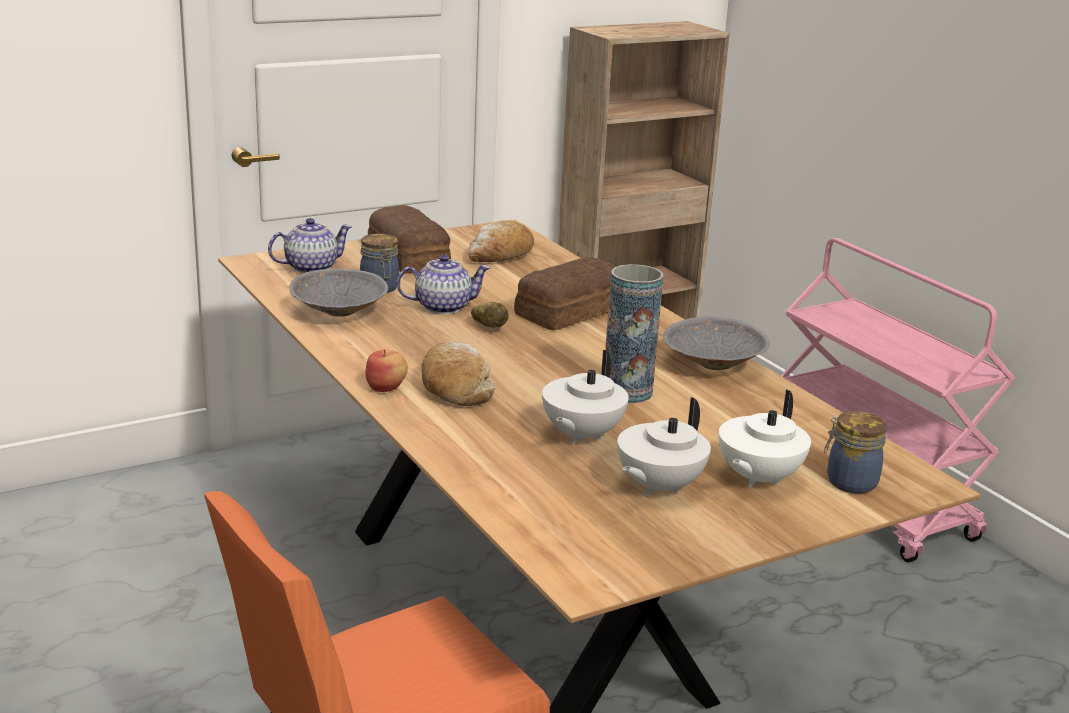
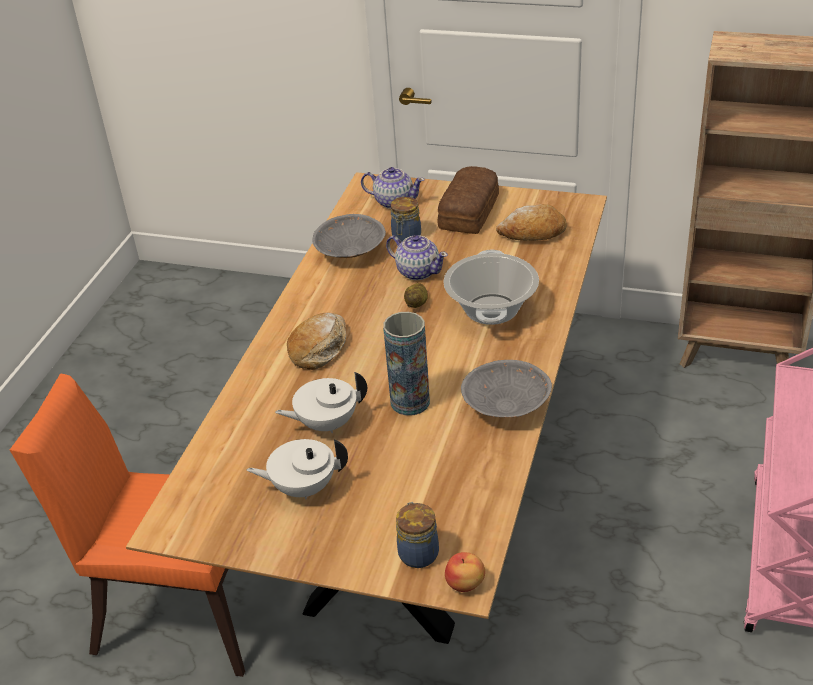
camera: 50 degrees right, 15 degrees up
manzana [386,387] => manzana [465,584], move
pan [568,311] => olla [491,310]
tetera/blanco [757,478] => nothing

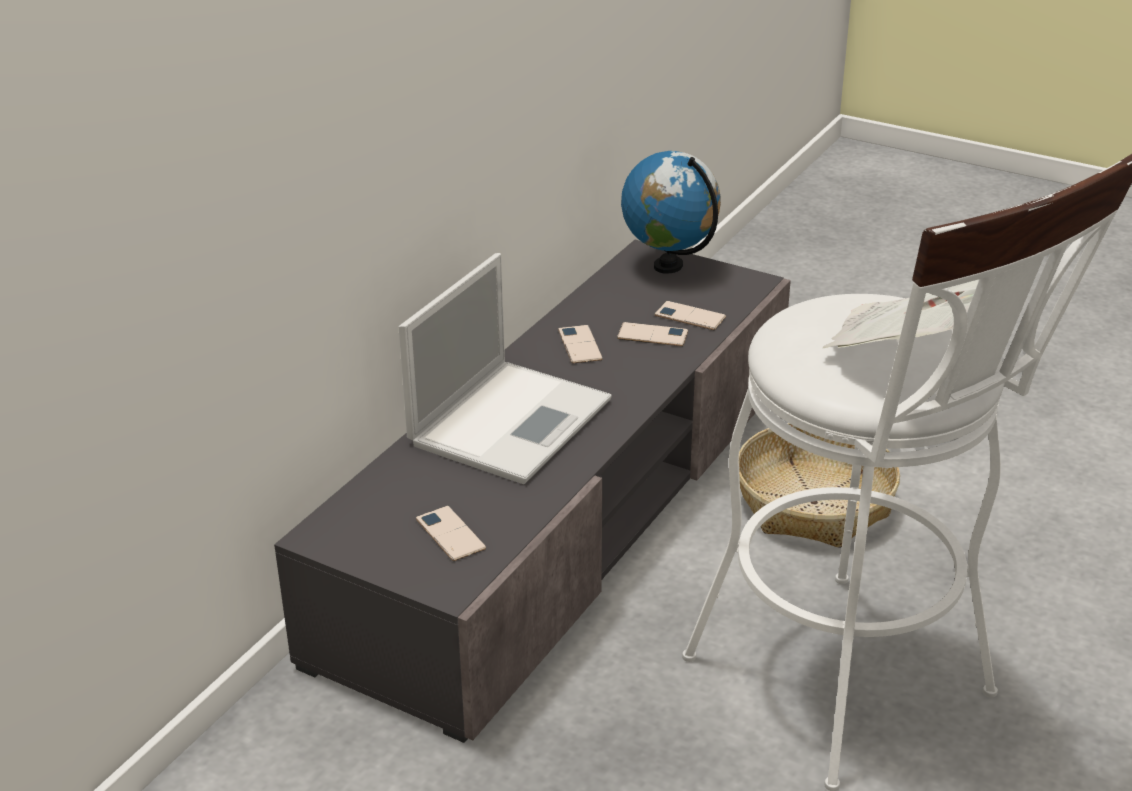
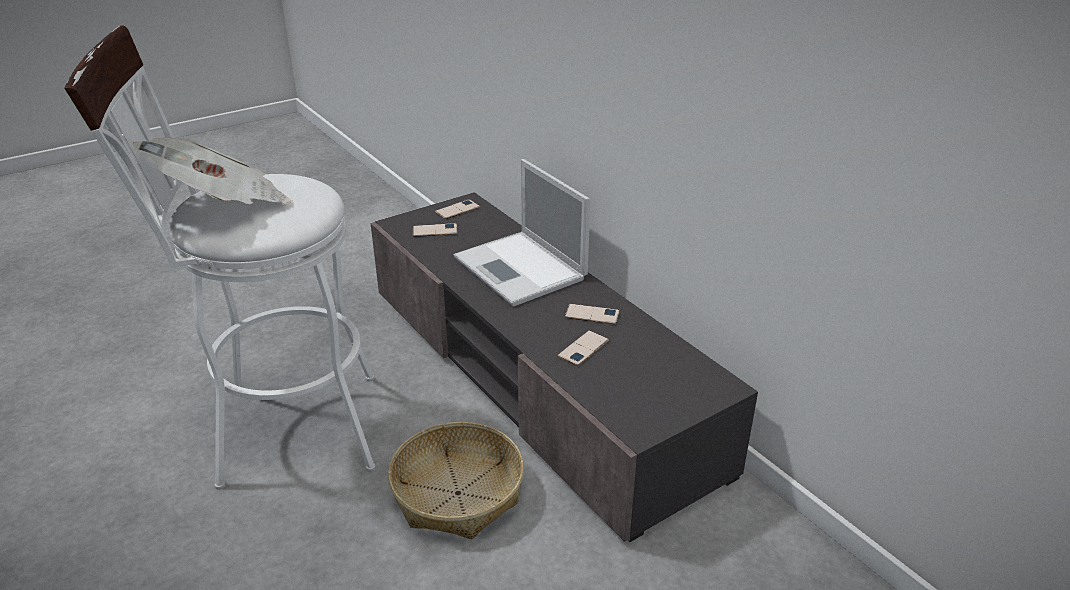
camera: 115 degrees right, 0 degrees up
globo terráqueo [669,266] => nothing
móvil [690,316] => móvil [457,209], move

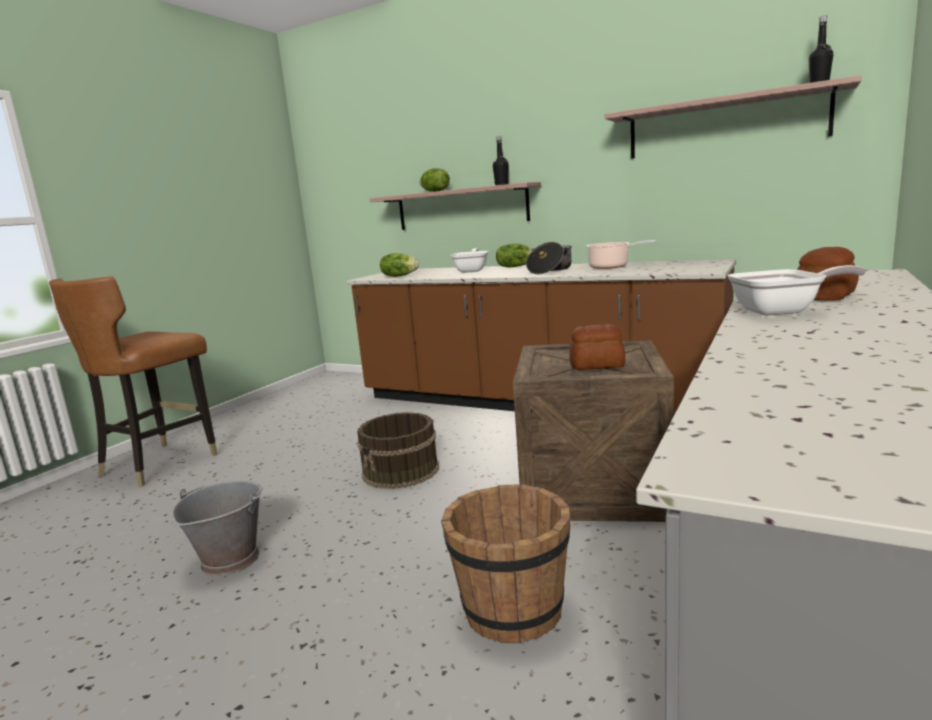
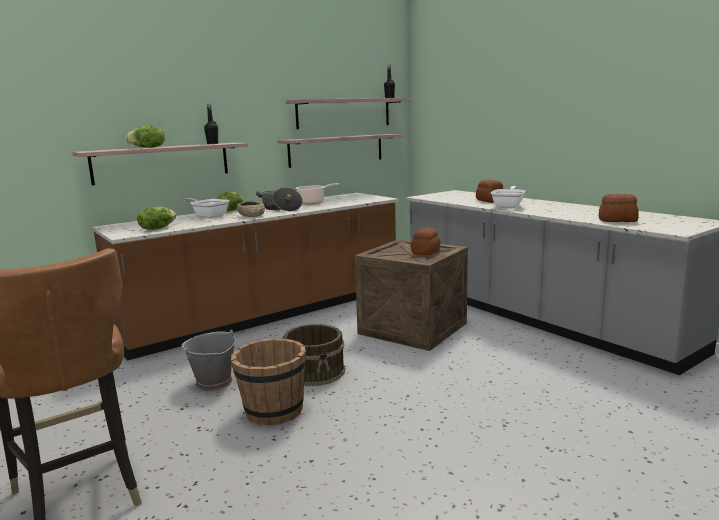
camera: 65 degrees left, 0 degrees up
cubo/gris [230,559] => cubo/gris [213,383], move
cubo/marrón [512,610] => cubo/marrón [273,411], move
nothing => cuenco/beis [252,215]
nothing => estante [336,150]
nothing => pan [617,220]

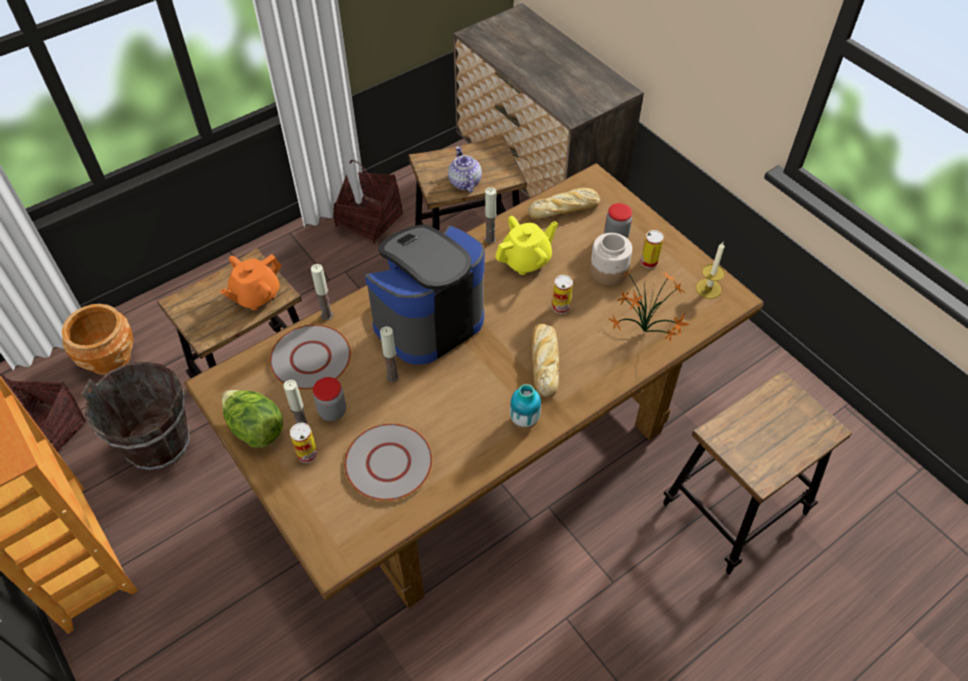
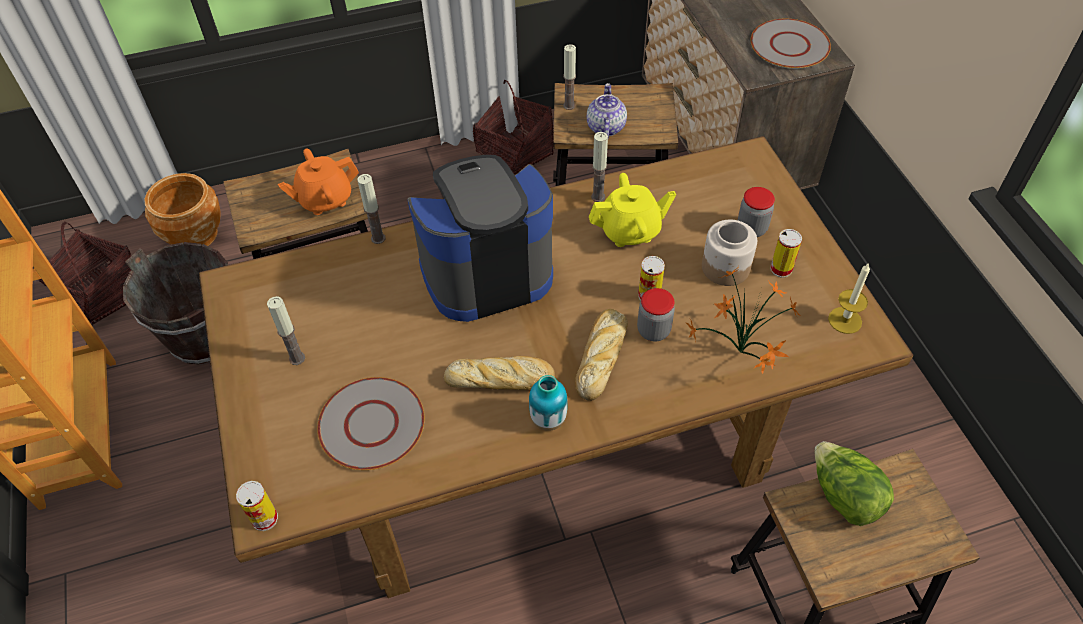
camera: 20 degrees right, 0 degrees up
lechuga [255,429] => lechuga [843,496], move
plato/gris [310,358] => plato/gris [789,46], move
lata [307,454] => lata [264,518], move
tarro [332,411] => tarro [653,330], move
vela [392,376] => vela [569,105], move
pan [565,209] => pan [502,379], move

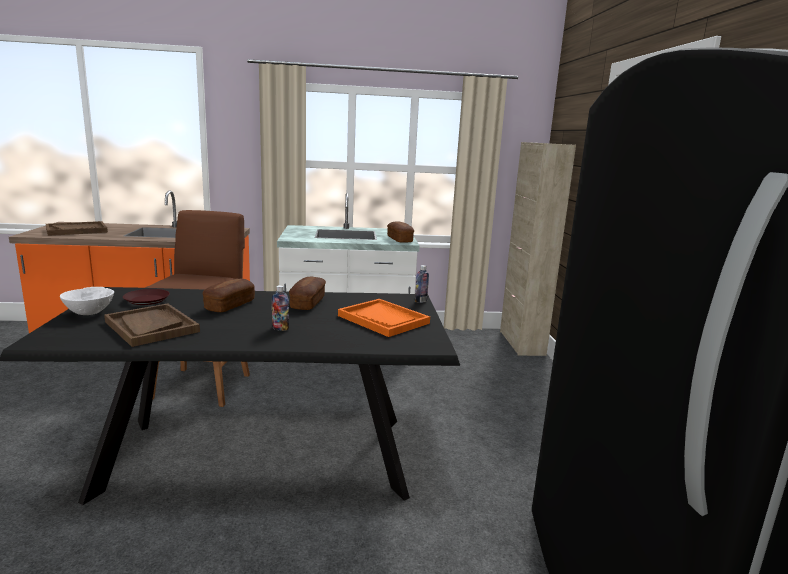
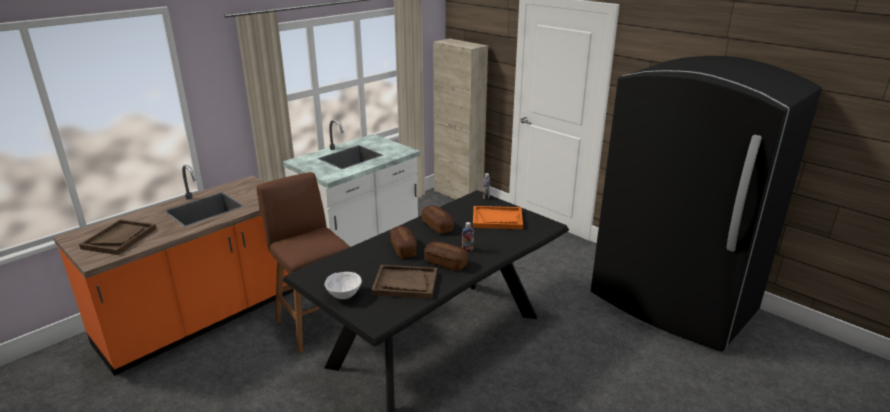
camera: 40 degrees left, 10 degrees up
plato/marrón [147,300] => nothing
pan [399,239] => pan [445,263], move

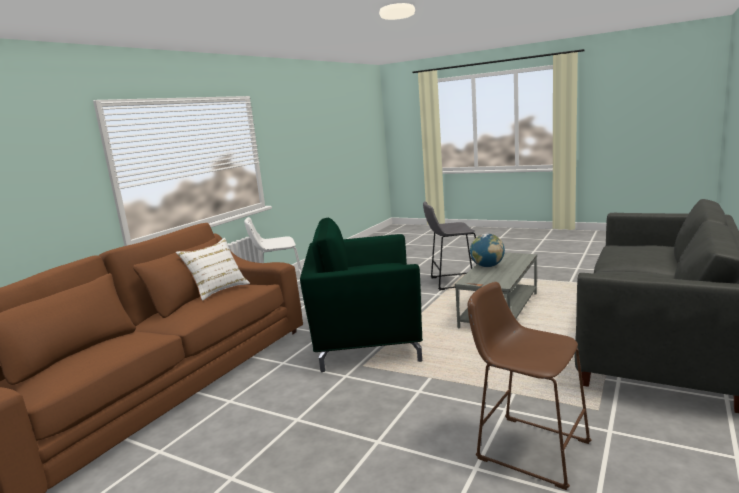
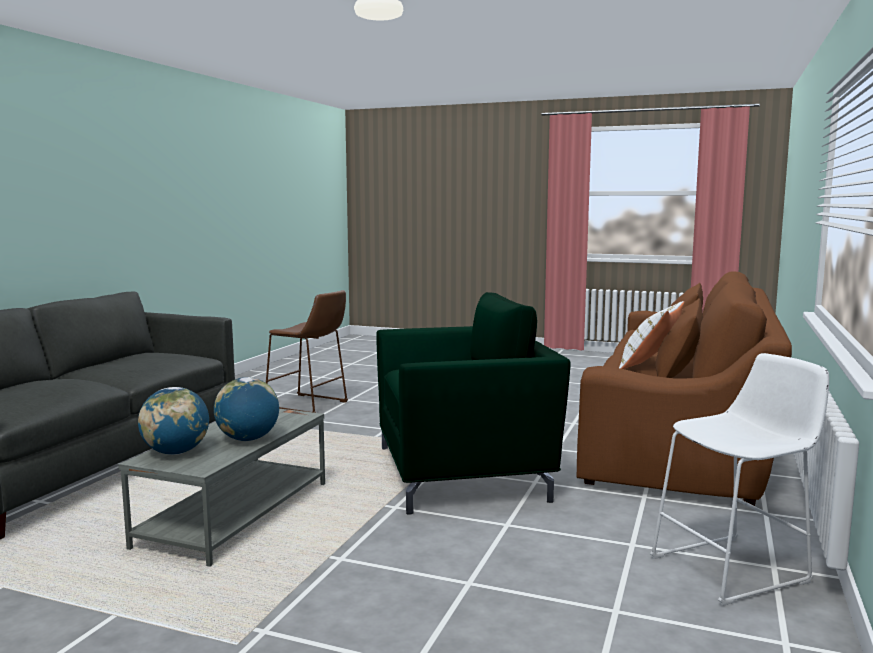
camera: 170 degrees right, 5 degrees down
taburete/gris [453,282] => nothing
nothing => globo terráqueo [176,452]

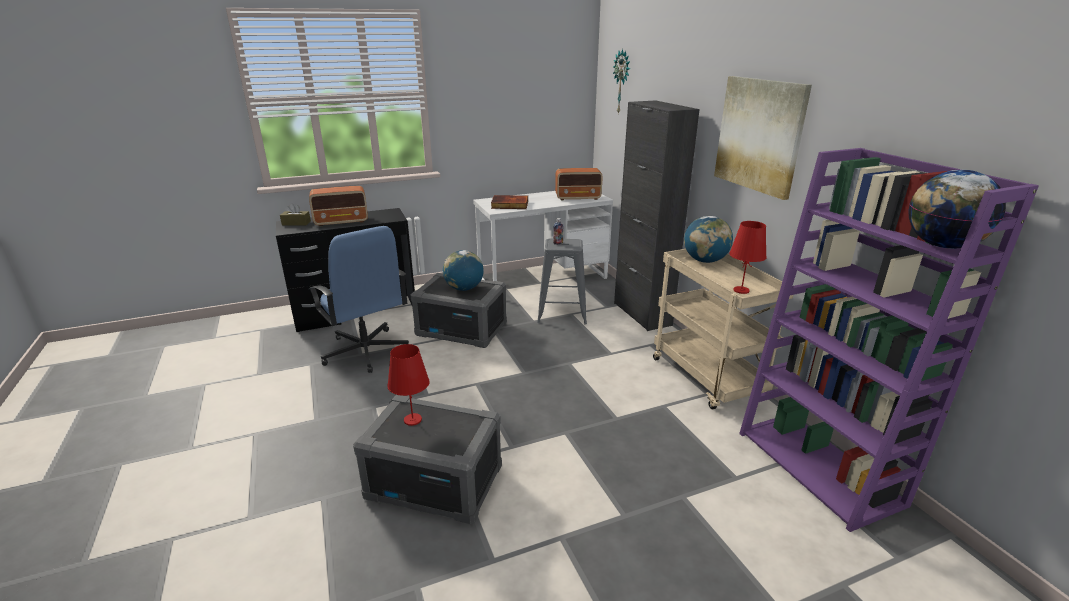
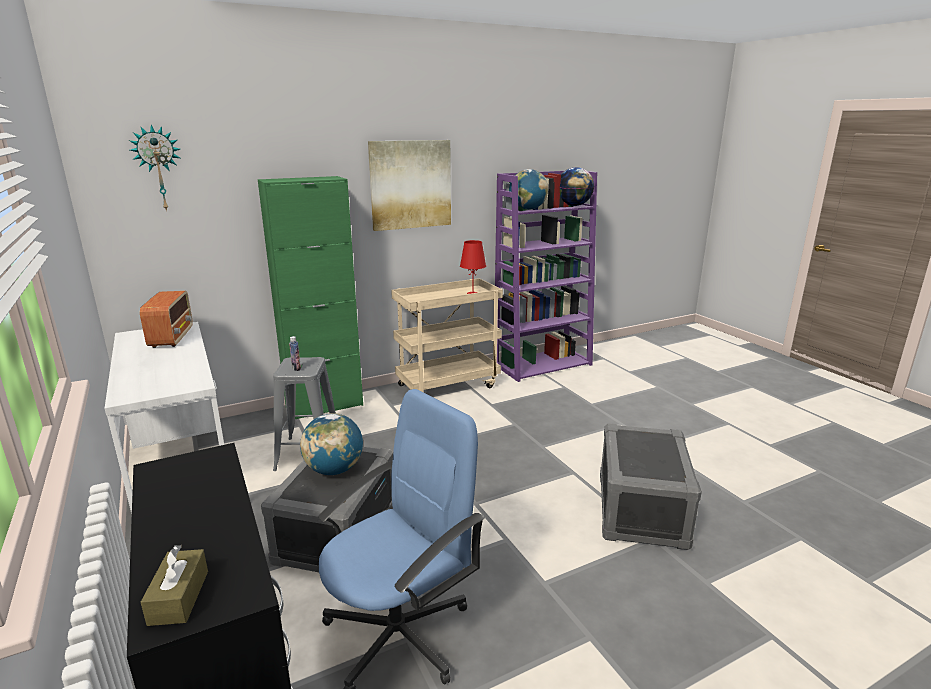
camera: 95 degrees left, 5 degrees down
radio [342,221] => nothing
lámpara de mesa/rojo [412,419] => nothing
libro [509,205] => nothing
armario/negro [642,314] => armario/verde [324,406]
globo terráqueo [705,261] => globo terráqueo [527,209], move

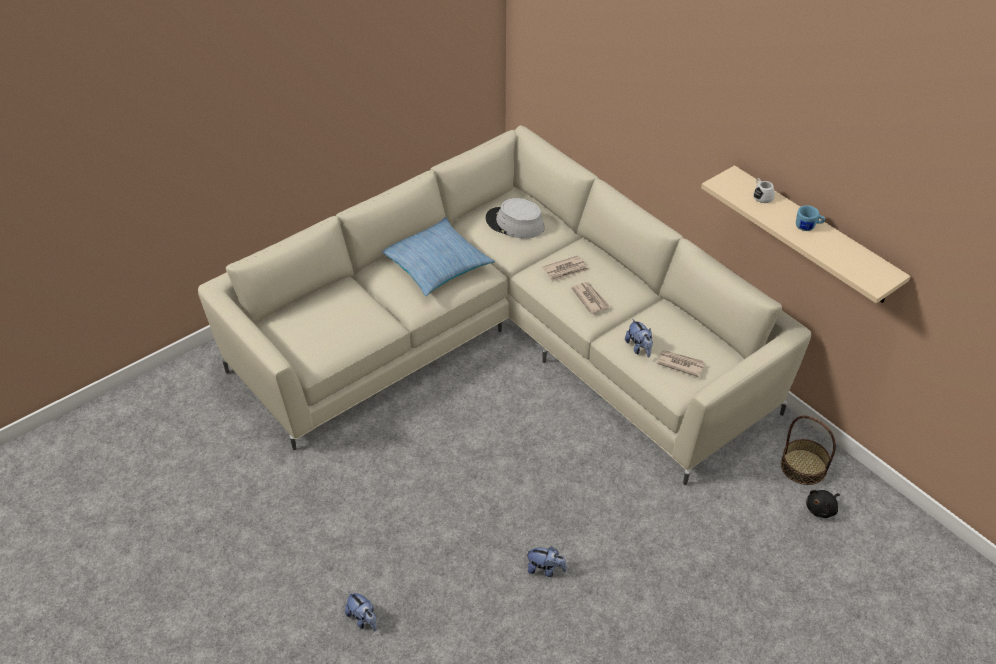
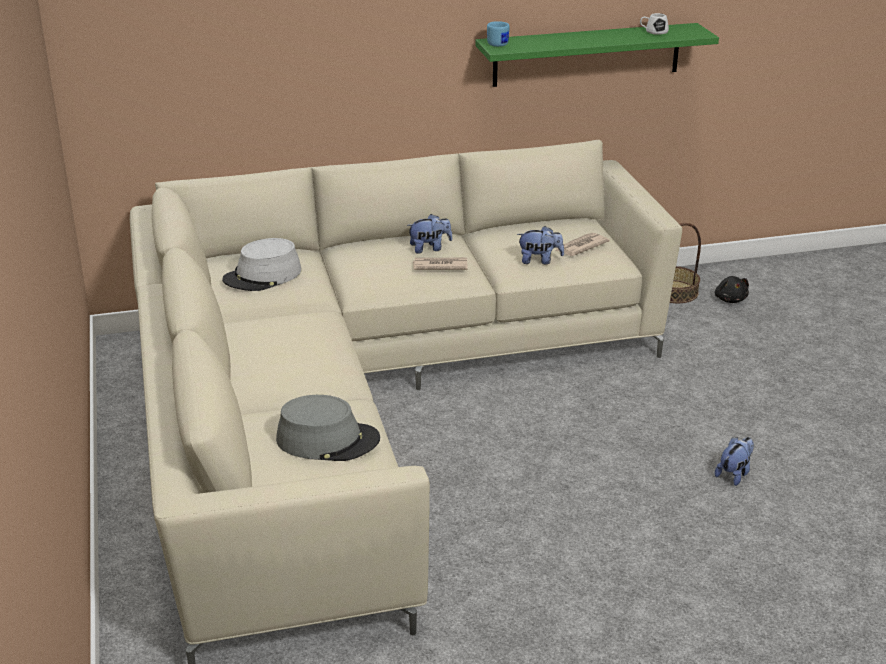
camera: 65 degrees left, 15 degrees down
peluche [363,619] => peluche [429,248], move
cojín [436,264] => nothing
periódico [566,270] => nothing
estante/beis [813,235] => estante/verde [587,54]
taza grande/blanco [761,195] => taza grande/blanco [653,32], move
taza grande/azul [808,227] => taza grande/azul [500,44], move
nothing => sombrero/gris [328,440]

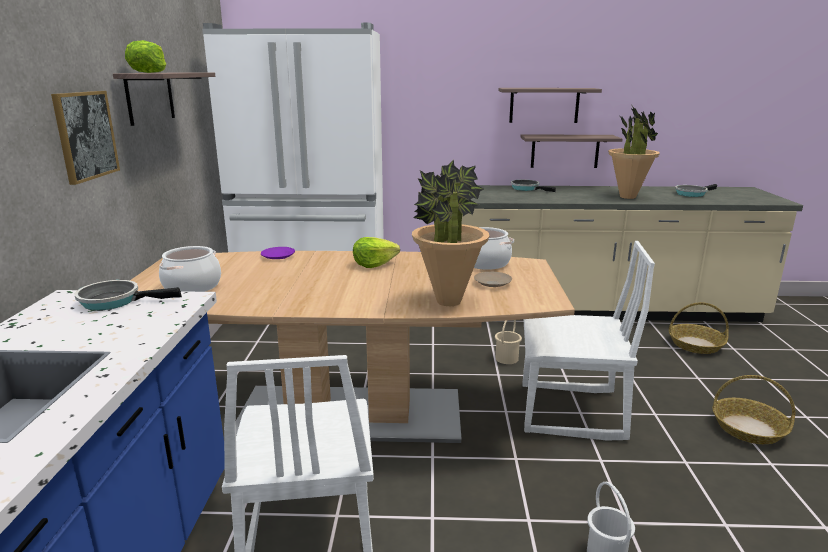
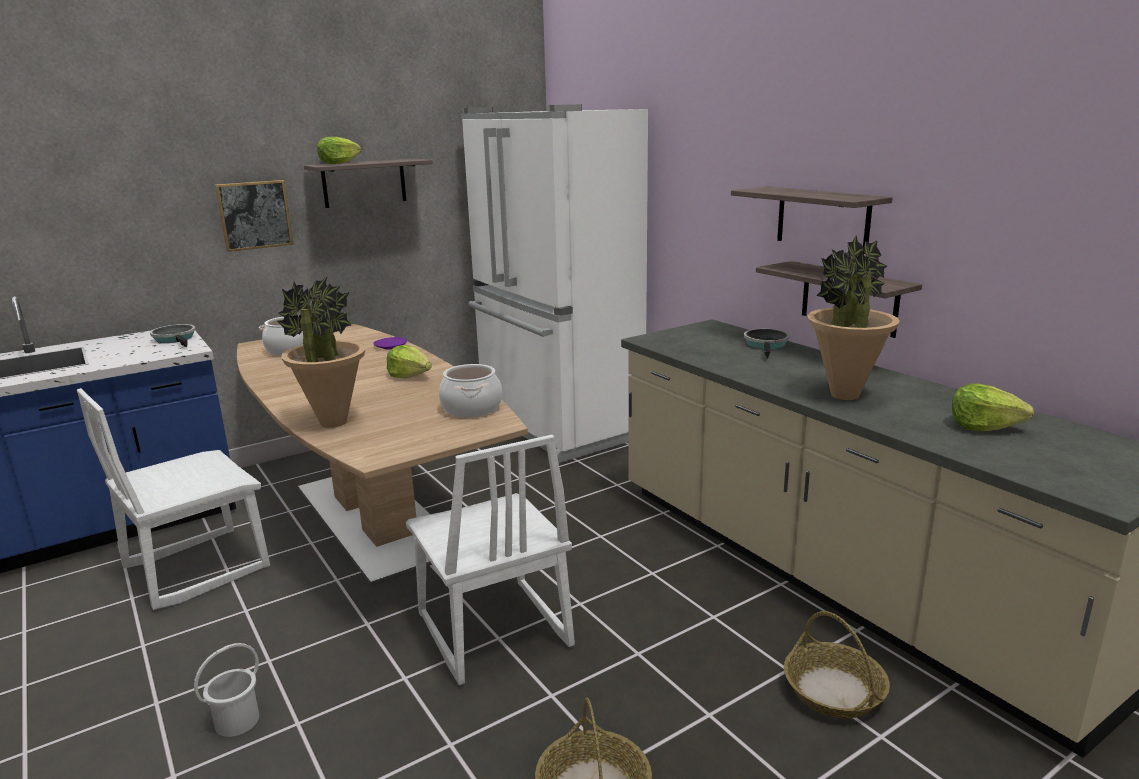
camera: 55 degrees right, 0 degrees up
plato/beis [492,283] => nothing
cubo/beis [507,358] => nothing
sartén [692,194] => lechuga [983,426]

